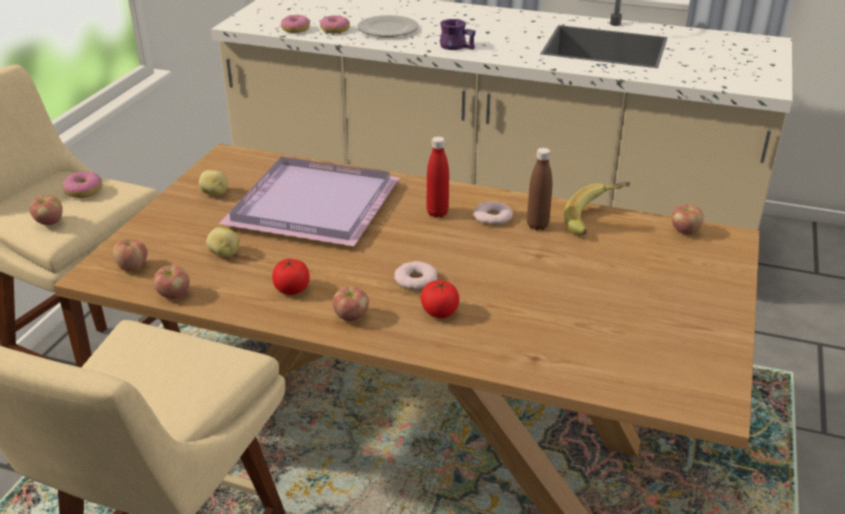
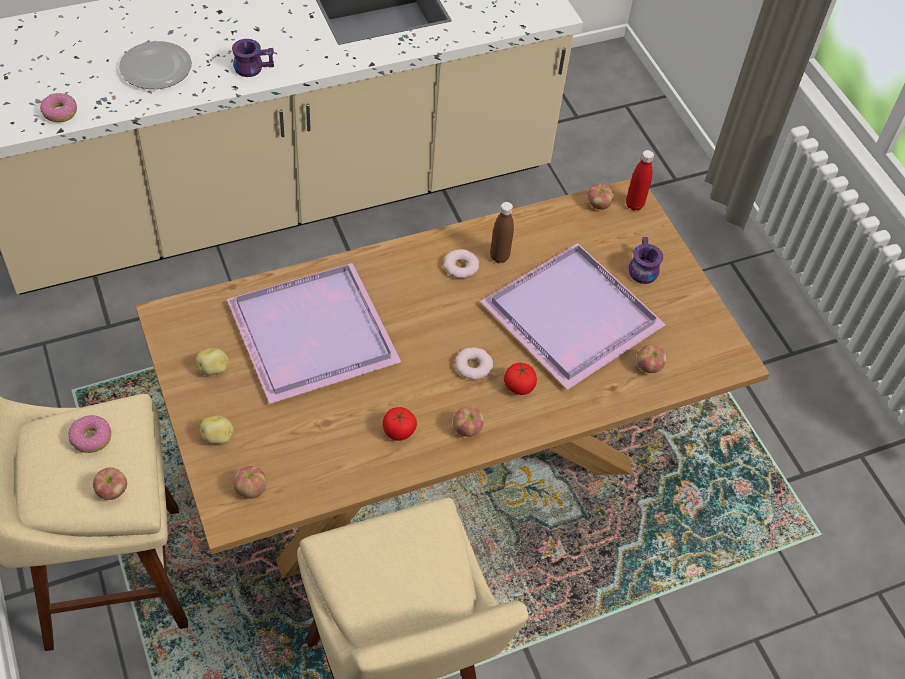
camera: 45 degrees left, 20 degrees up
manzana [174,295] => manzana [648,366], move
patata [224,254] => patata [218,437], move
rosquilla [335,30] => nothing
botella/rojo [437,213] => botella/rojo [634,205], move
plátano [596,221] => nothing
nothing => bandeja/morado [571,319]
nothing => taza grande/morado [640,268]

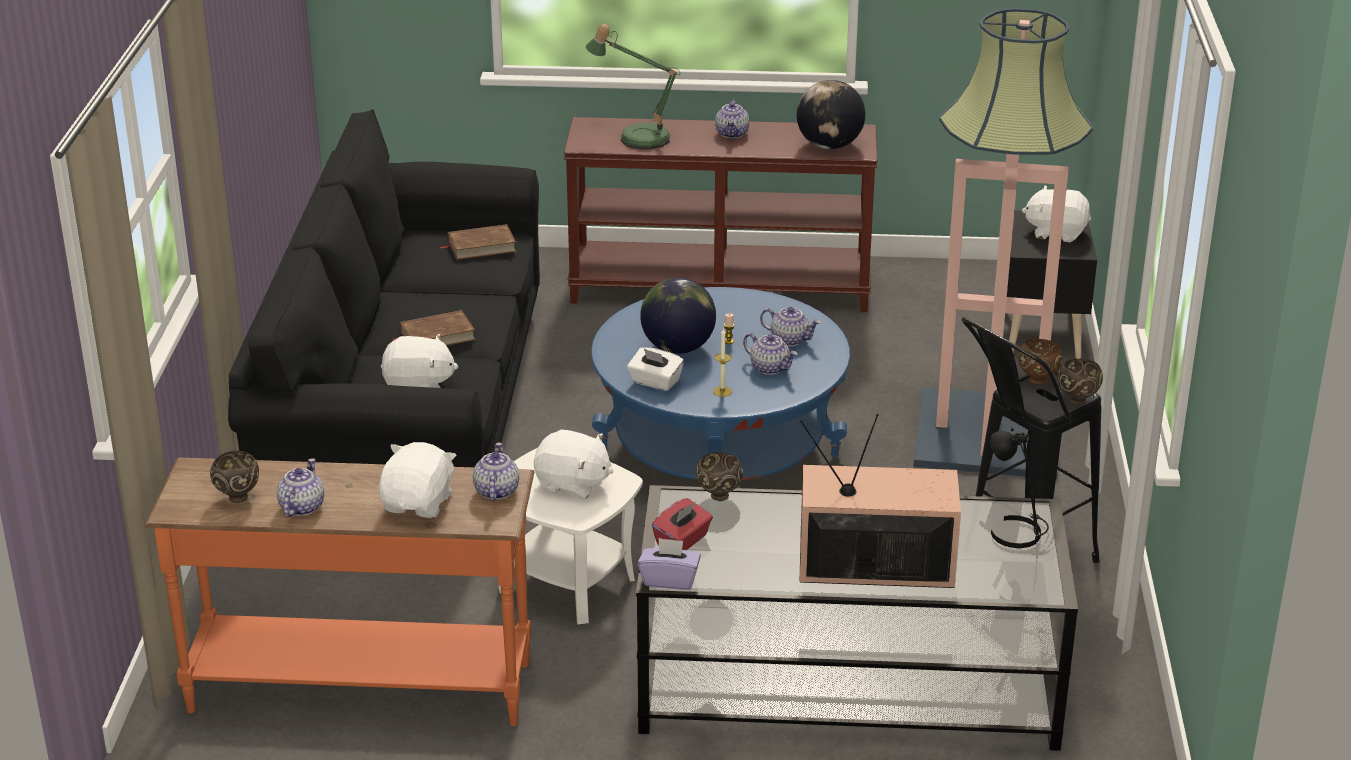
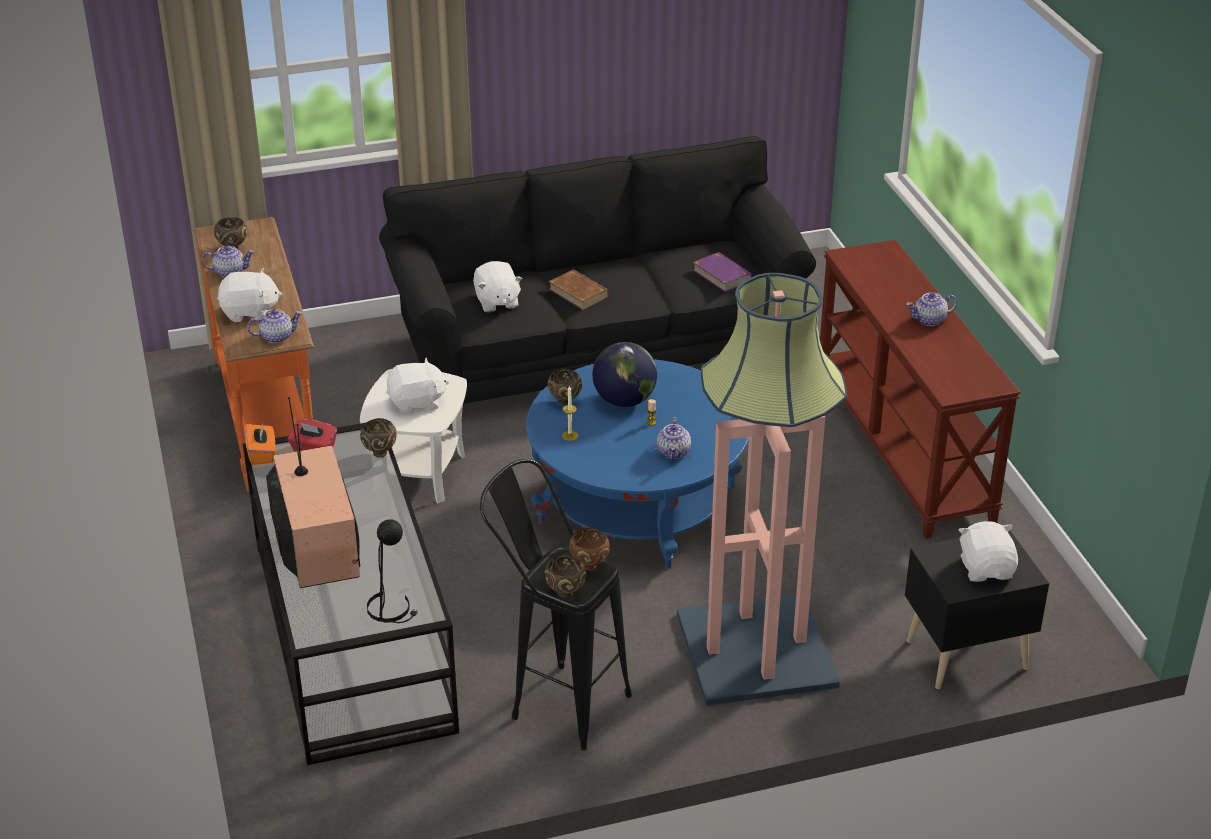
camera: 70 degrees right, 5 degrees up
libro/marrón [481,246] => libro/morado [721,275]
peluche/blanco [572,484] => peluche/blanco [417,402], 105 degrees counterclockwise
lámpara de mesa [637,137] => nothing
caja de pañuelos/blanco [655,382] => cuenco/marrón [565,401]
caja de pañuelos/morado [669,580] => caja de pañuelos/naranja [262,454]
tetera [770,368] => nothing
globo terráqueo [829,145] => nothing

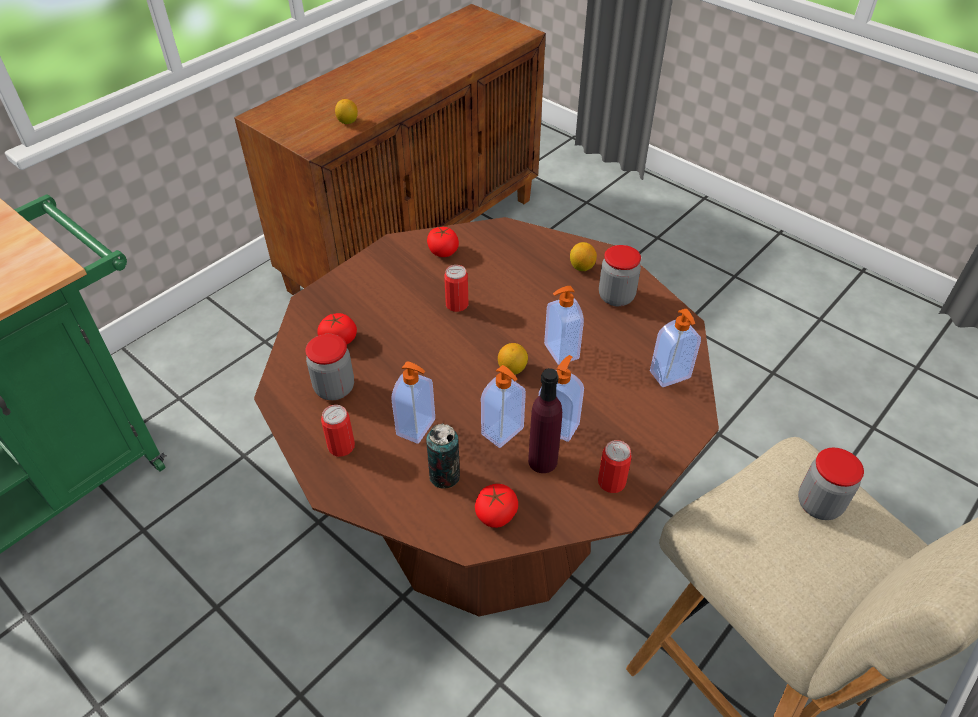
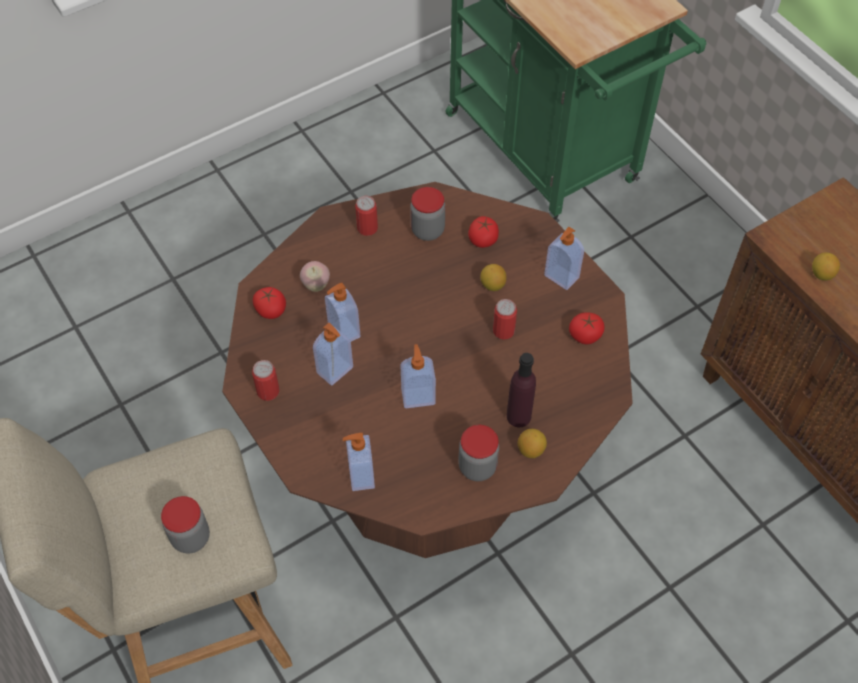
camera: 105 degrees right, 10 degrees up
dispensador de jabón [417,428] => dispensador de jabón [560,277], move
lata [444,476] => manzana [316,285]
limón [512,369] => limón [492,285], move
botella/morado [542,461] => botella/morado [518,416], move

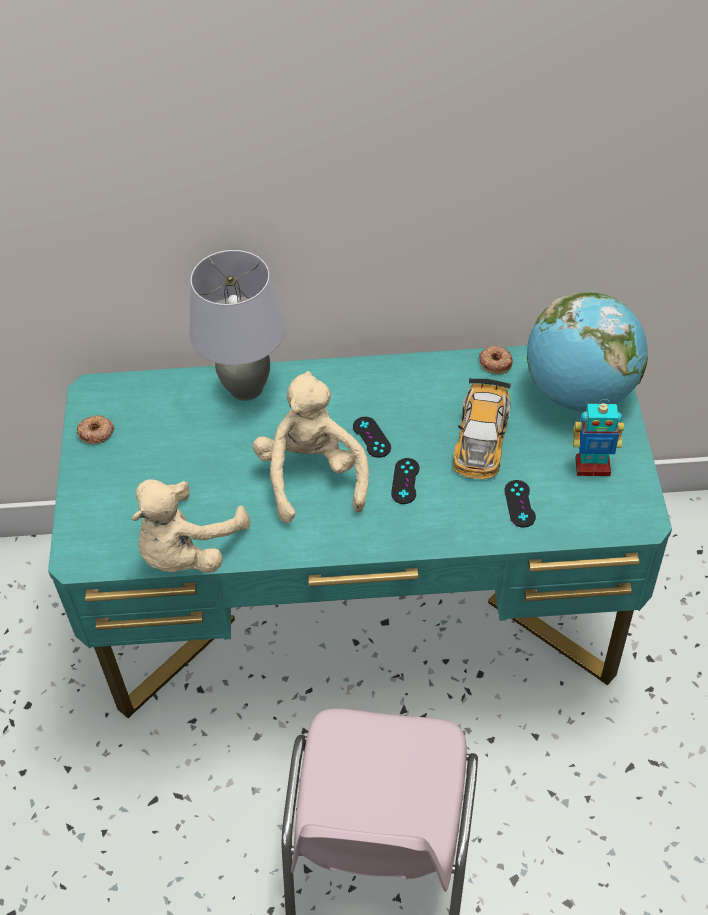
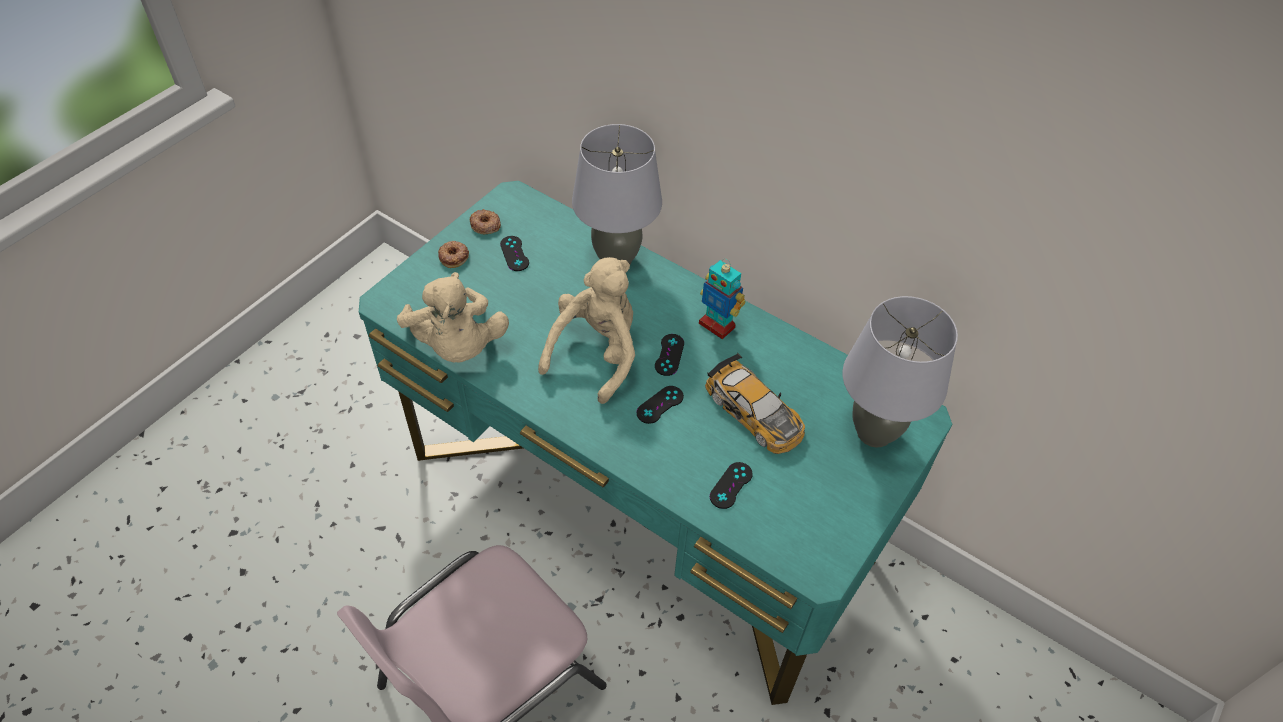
camera: 35 degrees right, 0 degrees up
peluche/beis [187,550] => peluche/beis [457,346], 90 degrees counterclockwise
coche de juguete [481,437] => coche de juguete [754,412], 90 degrees counterclockwise
rosquilla [495,362] => rosquilla [454,256], move
globo terráqueo [580,393] => lámpara de mesa/gris [874,433]
robot de juguete [592,466] => robot de juguete [717,325], move
nothing => mando de consola/negro [514,253]

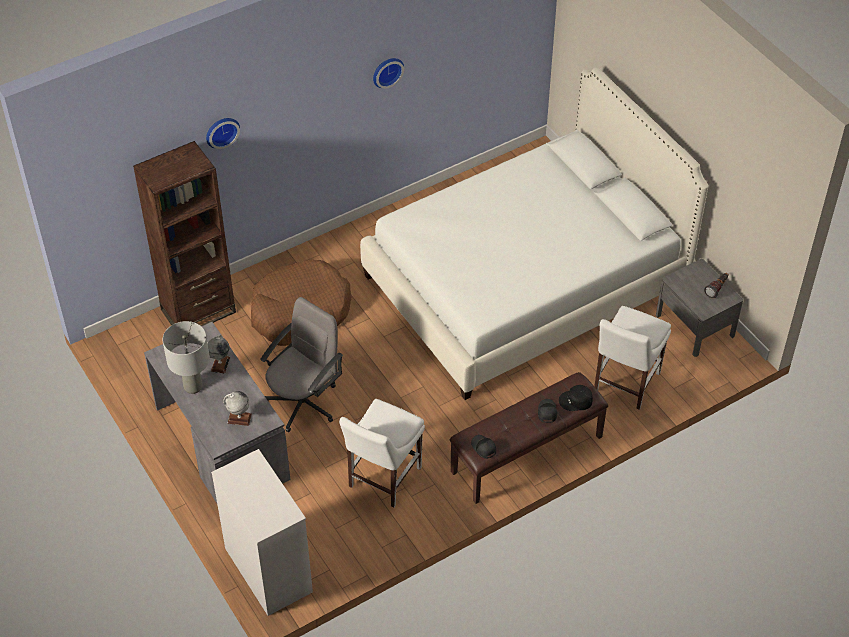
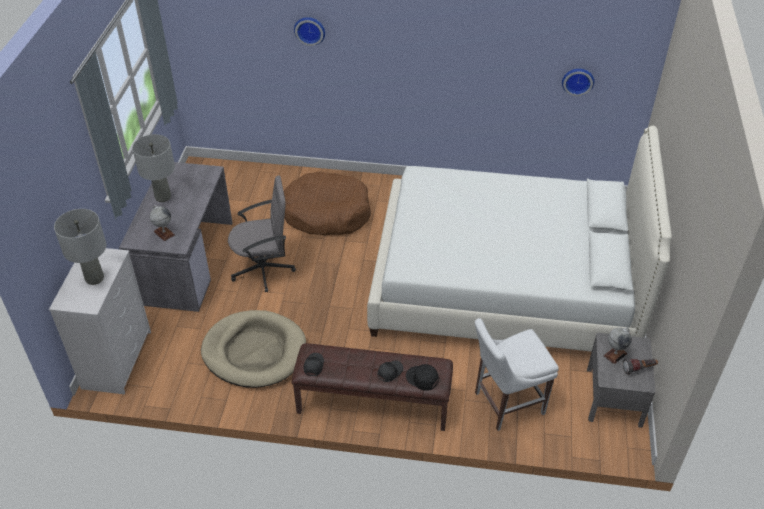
camera: 40 degrees right, 5 degrees down
estantería/marrón [198,311] => nothing
globo terráqueo [220,364] => globo terráqueo [615,354], move
silla/blanco [382,479] => cama para perro/beis [254,352]
reloj de pared [386,71] => reloj de pared [578,80], move
nothing => lámpara de mesa/gris [95,278]

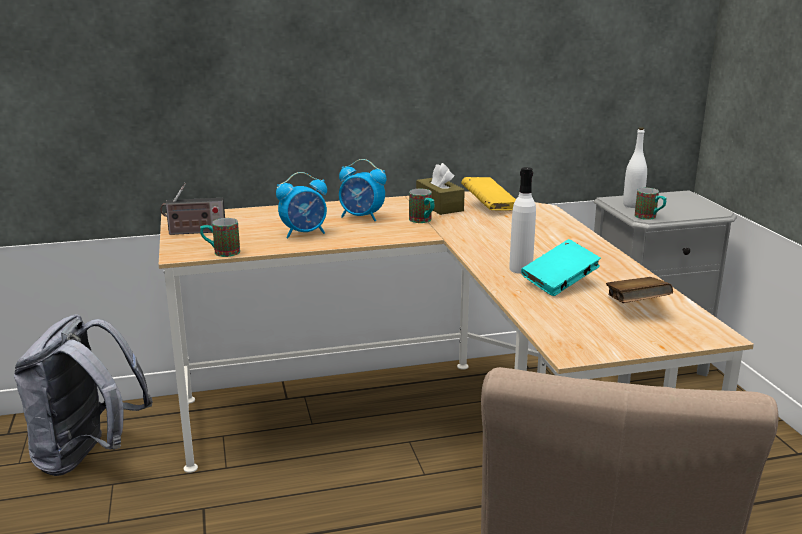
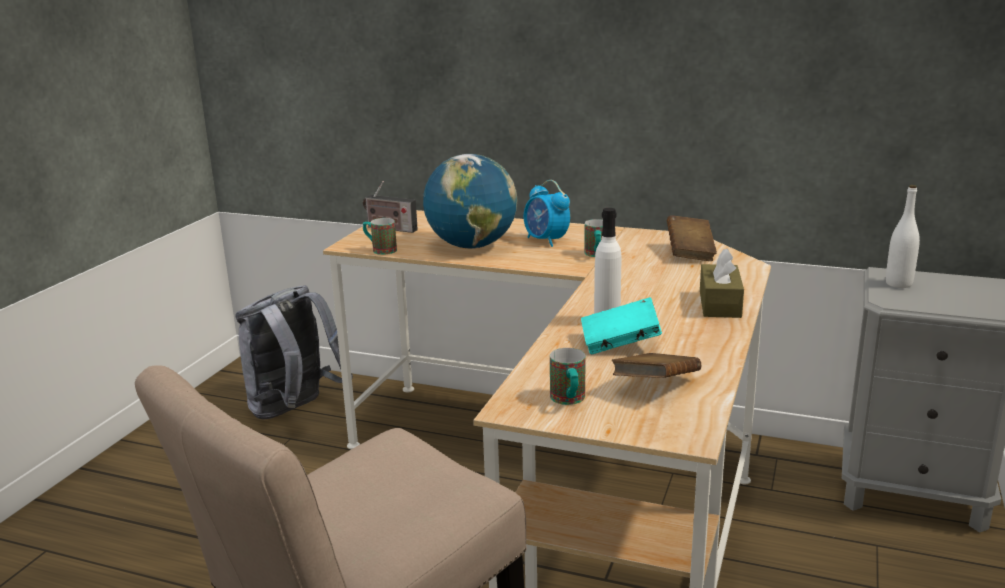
camera: 35 degrees right, 0 degrees up
despertador [304,233] => globo terráqueo [472,246]
caja de pañuelos/marrón [439,206] => caja de pañuelos/marrón [720,304], move
libro/amarillo [489,207] => libro/marrón [690,253]
taza grande [649,217] => taza grande [569,400], move

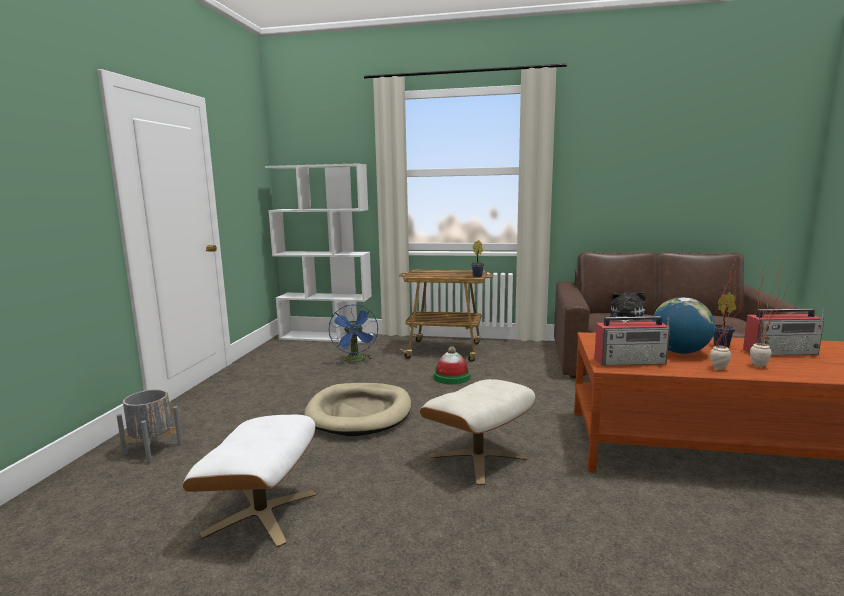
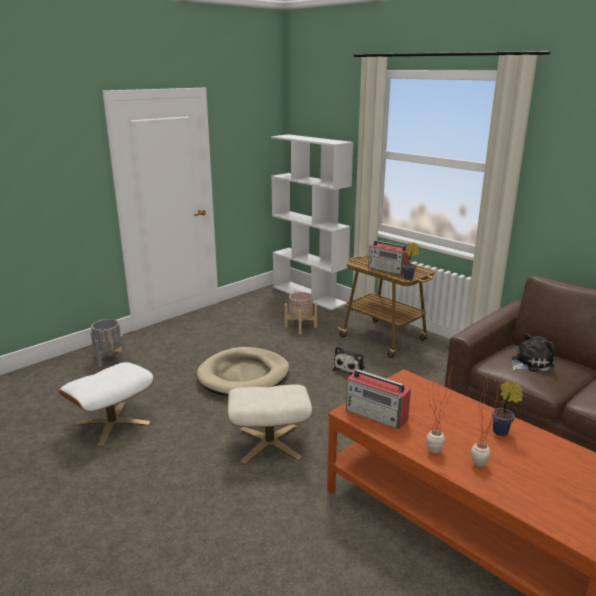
camera: 35 degrees right, 10 degrees up
ventilador/azul [356,361] => maceta/beis [300,327]
sombrero [451,377] => peluche [350,368]
globo terráqueo [679,352] => nothing
radio [781,352] => radio [388,269], move

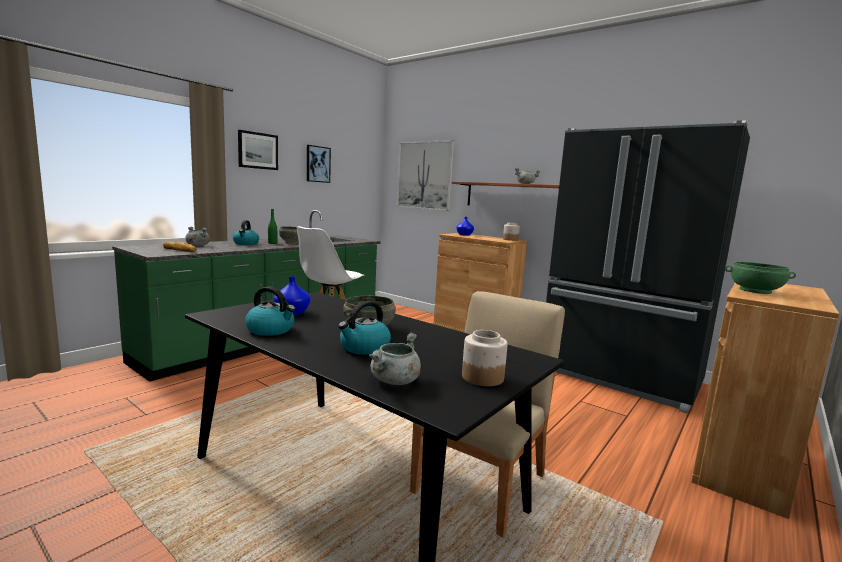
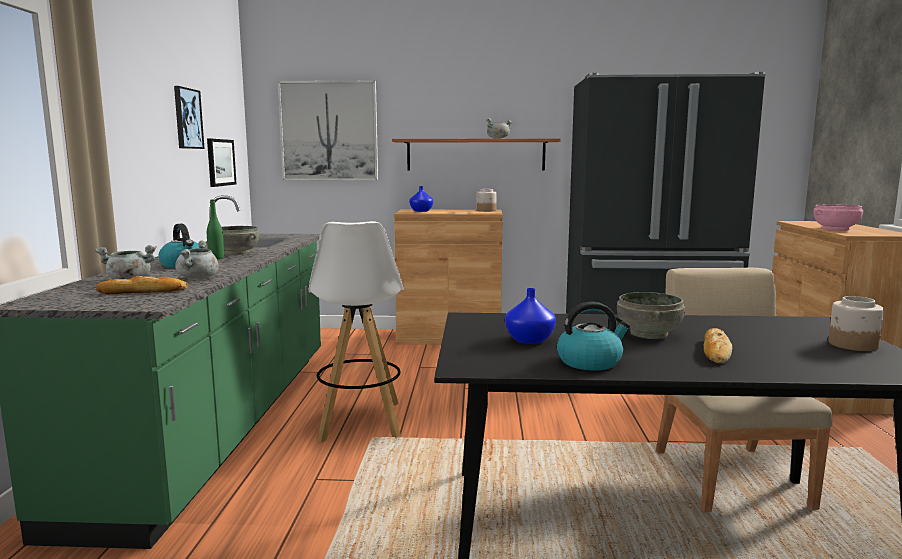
camera: 35 degrees left, 0 degrees up
cuadro [258,150] => cuadro [220,162], move
hervidor [364,348] => pan [716,351]
olla/gris [395,381] => olla/gris [198,278], move
cuenco/verde [755,291] => cuenco/rosa [836,229]

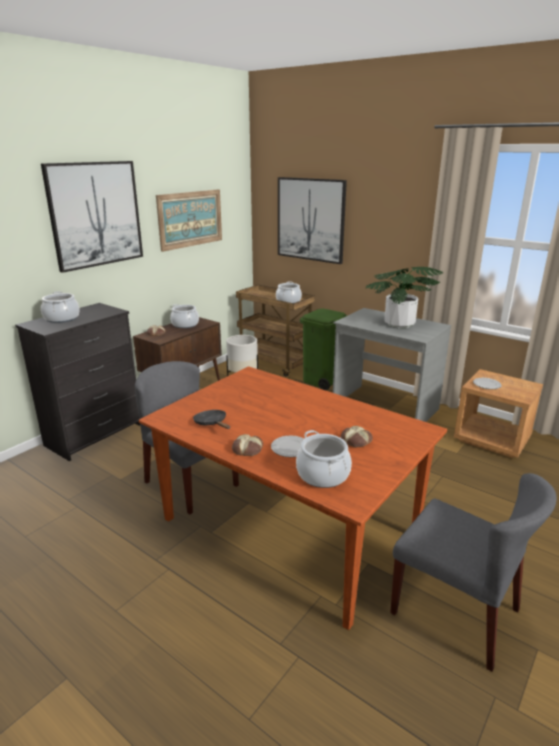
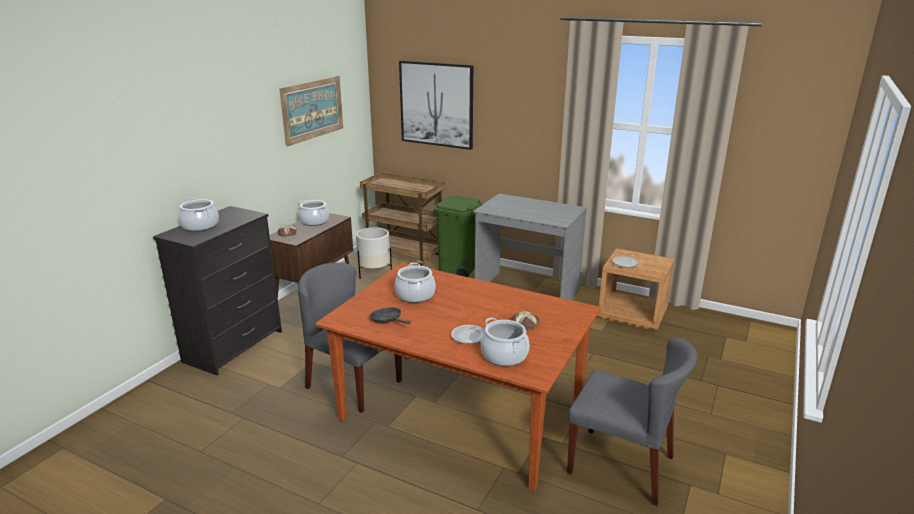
camera: 10 degrees left, 0 degrees up
cuadro [95,214] => nothing
pan [248,449] => nothing
olla [288,301] => olla [415,295], move
planta en maceta [399,324] => nothing

